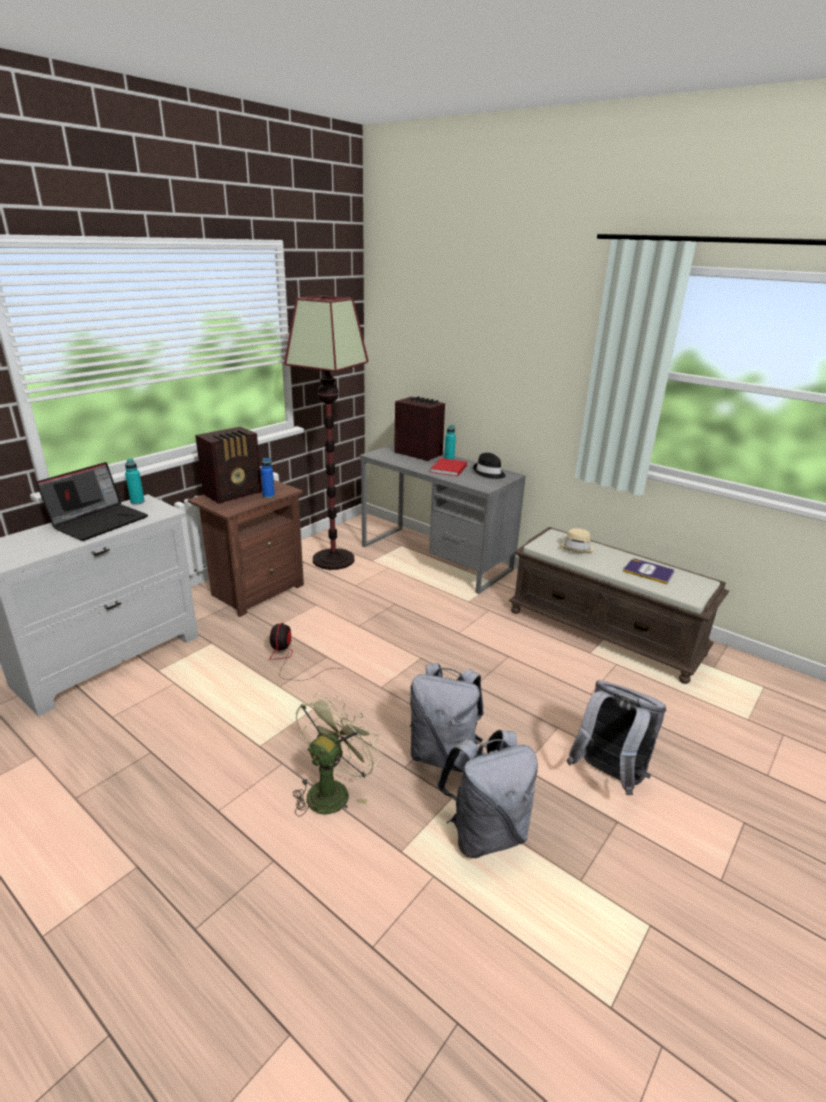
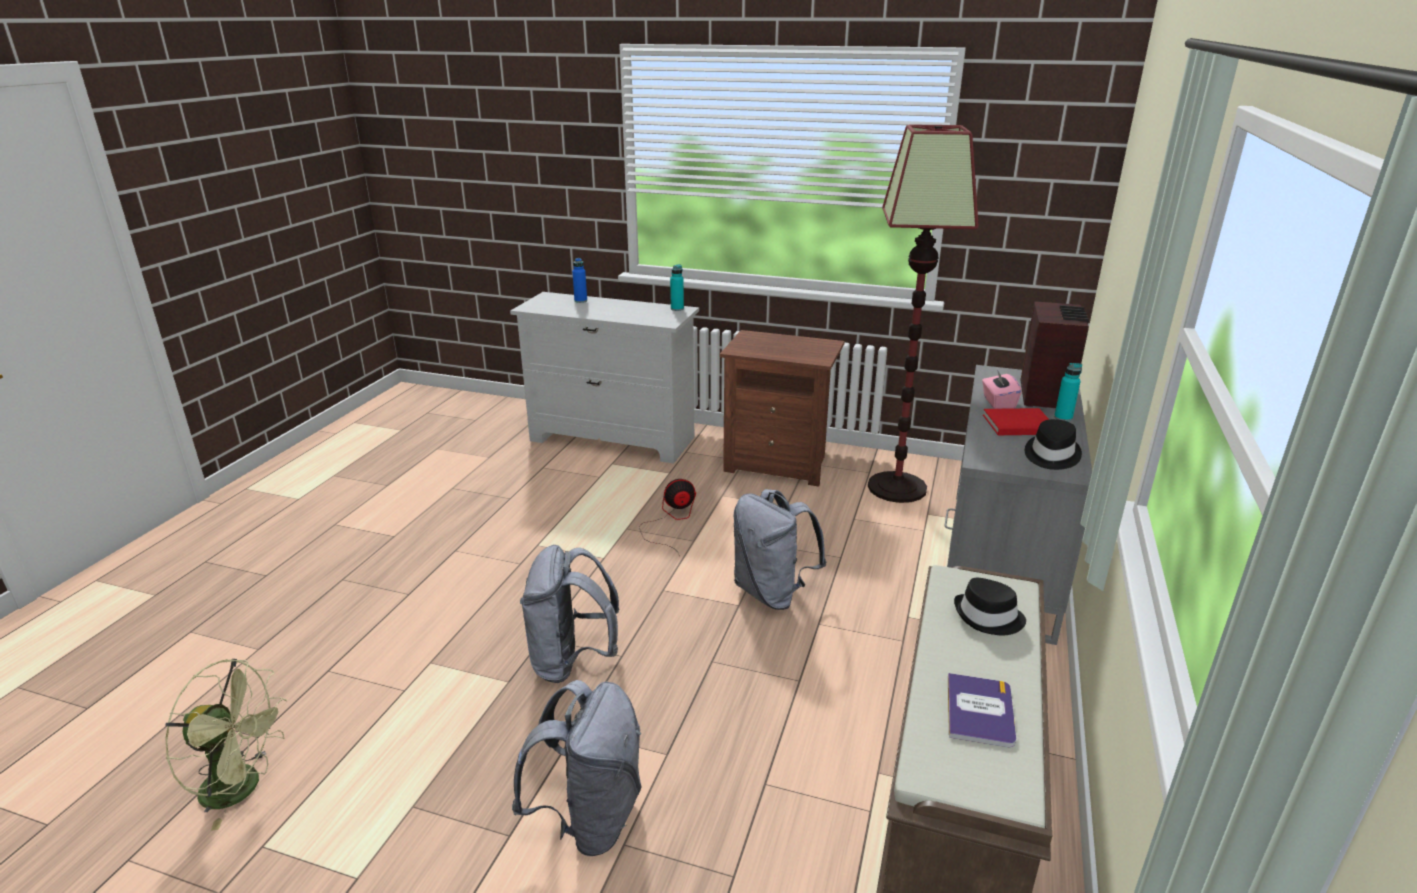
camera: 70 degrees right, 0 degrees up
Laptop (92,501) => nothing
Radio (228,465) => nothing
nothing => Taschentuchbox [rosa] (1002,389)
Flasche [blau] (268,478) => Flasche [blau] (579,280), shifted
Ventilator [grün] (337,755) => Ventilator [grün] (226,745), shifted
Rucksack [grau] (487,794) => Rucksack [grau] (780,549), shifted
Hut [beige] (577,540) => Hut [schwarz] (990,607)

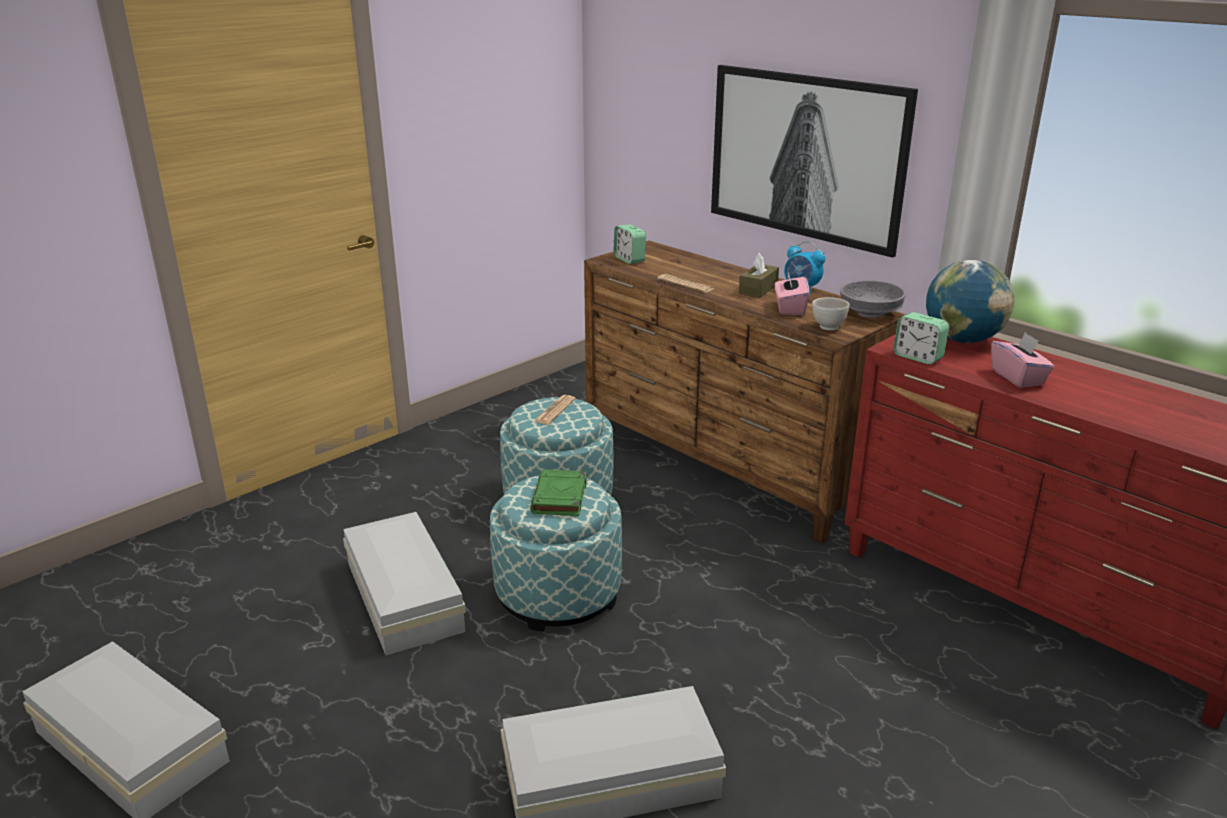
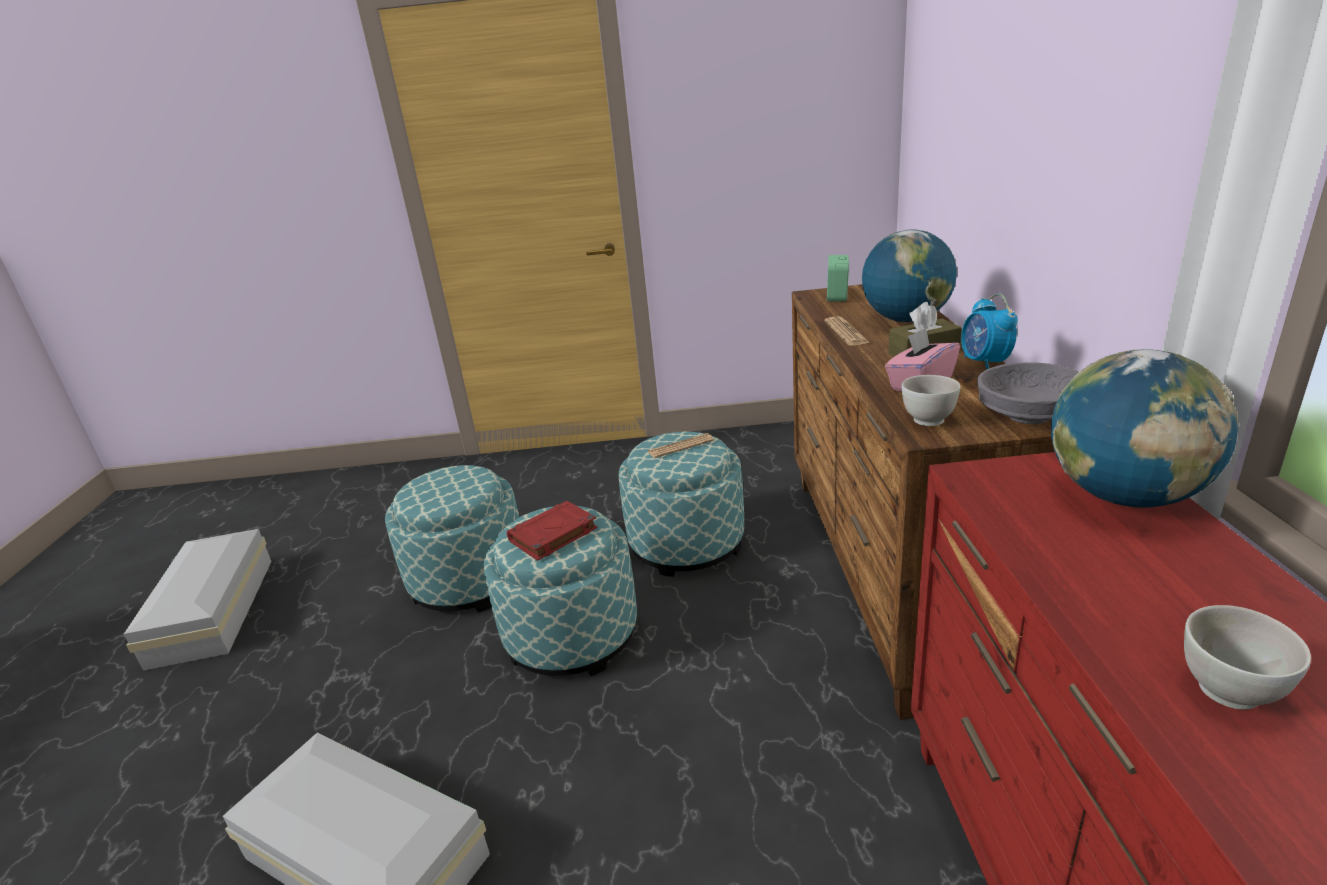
camera: 45 degrees right, 0 degrees up
Bild (814,161) => nothing
Wecker (921,338) => nothing
Taschentuchbox [rosa] (1023,360) => nothing
nothing => Globus (909,276)
nothing => Schüssel [weiß] (1247,657)
Aufbewahrungsbox [weiß] (404,583) => Polsterhocker (452,539)
Buch [grün] (558,492) => Buch [rot] (552,531)

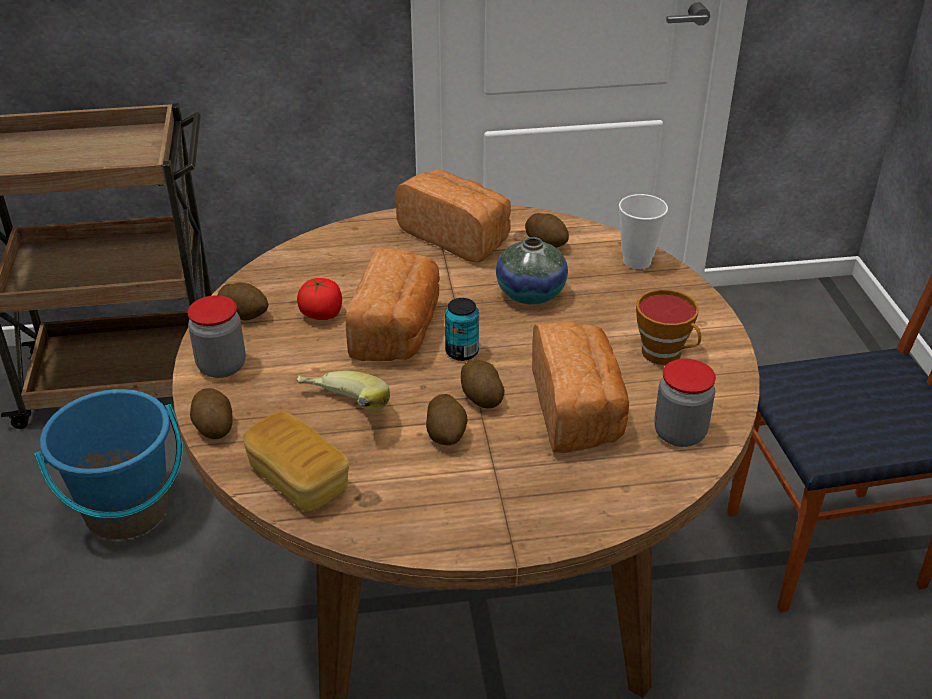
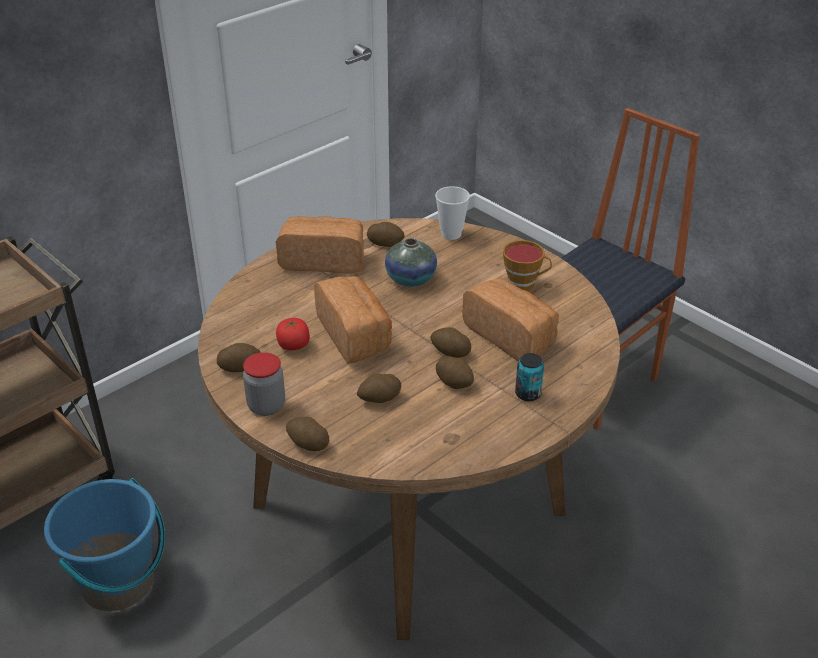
camera: 35 degrees left, 0 degrees up
Brot (296,461) => nothing
Vorratsglas (685,403) => nothing
Dose (462,329) => Dose (529,377), shifted
Banane (343,390) => Kartoffel (379,388)

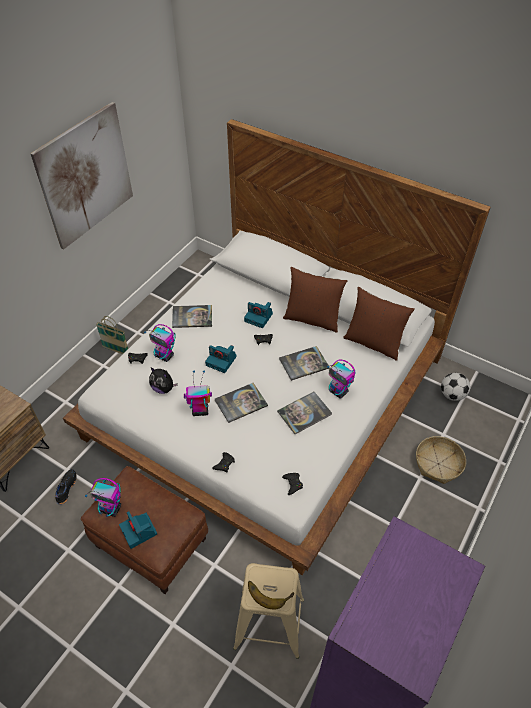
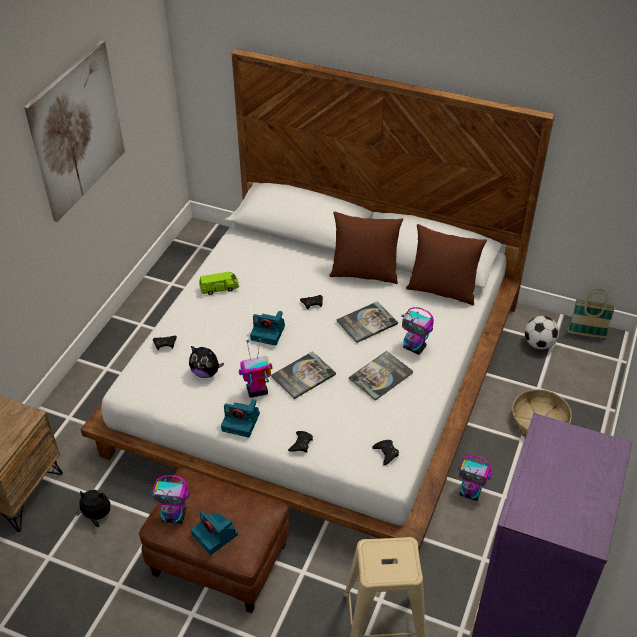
camera: 10 degrees left, 5 degrees down
Banane (271,595) => nothing
Korb (112,335) => Korb (592,313), shifted
Spielzeugroboter (159,343) => Spielzeugroboter (474,478), shifted
Kamera (258,315) => Kamera (240,418), shifted
Schuh [schwarz] (66,487) => Plüschtier (92,509)
Buch (192,316) => Spielzeugauto [grün] (219,283)

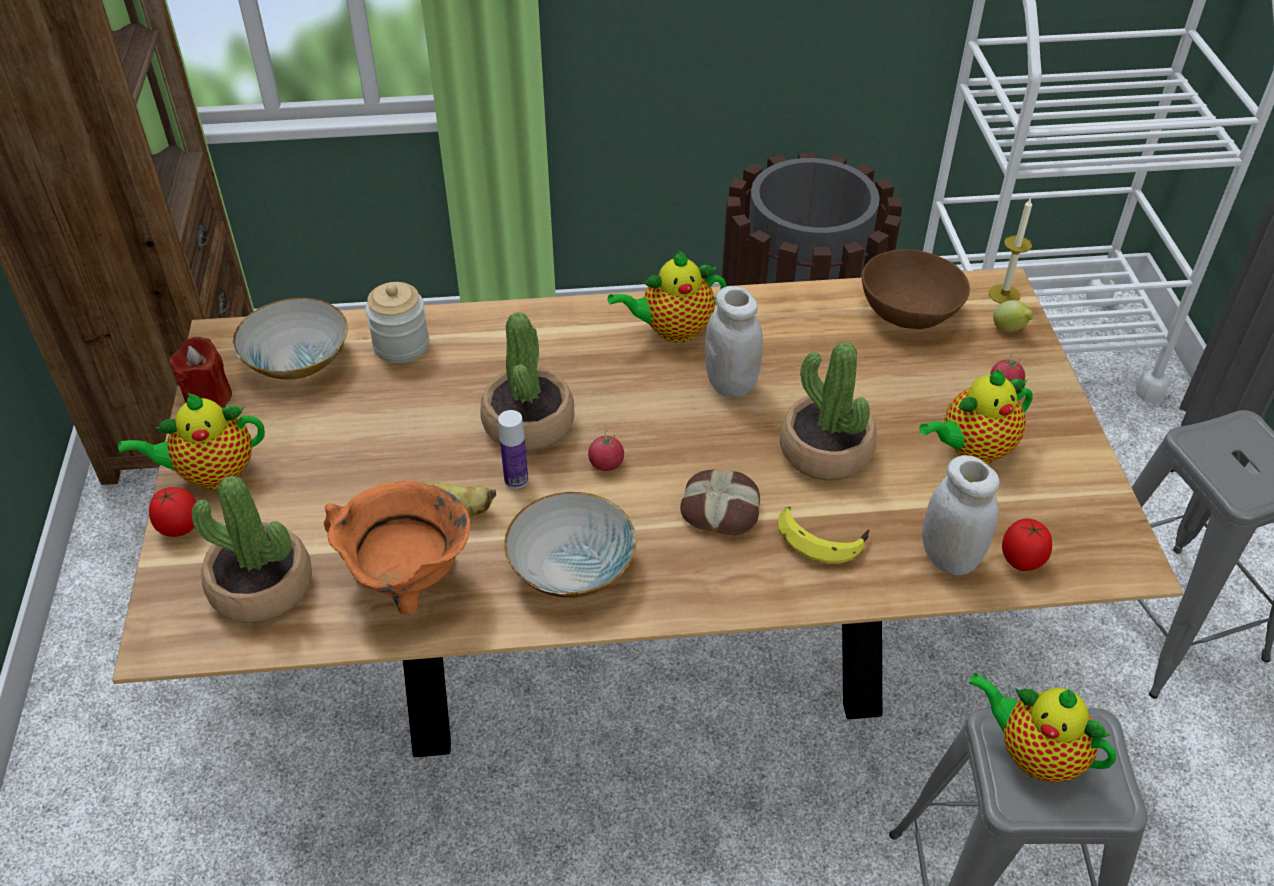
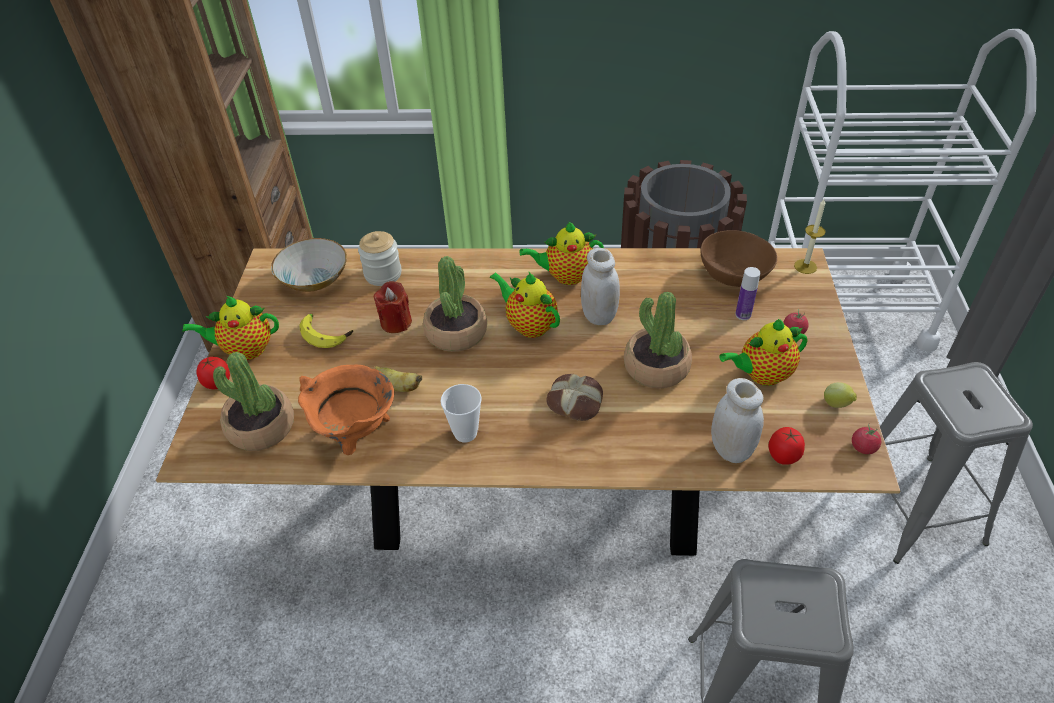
camera: 10 degrees right, 0 degrees up
Kerze [rot] (200,372) => Kerze [rot] (393,307), shifted
Flasche (513,449) => Flasche (747,293), shifted
Tomate (606,450) => Tomate (866,439), shifted
Banane (823,535) => Banane (326,331), shifted
Teekanne (1042,728) => Teekanne (525,305), shifted
Zitrone (1013,316) => Zitrone (840,395), shifted
Schüssel (570,545) => Tasse (461,413)

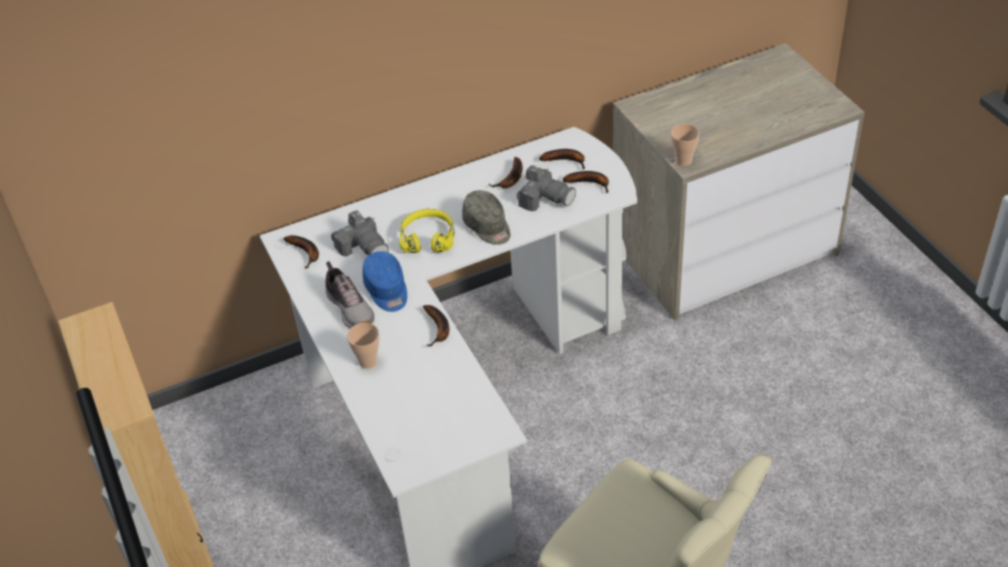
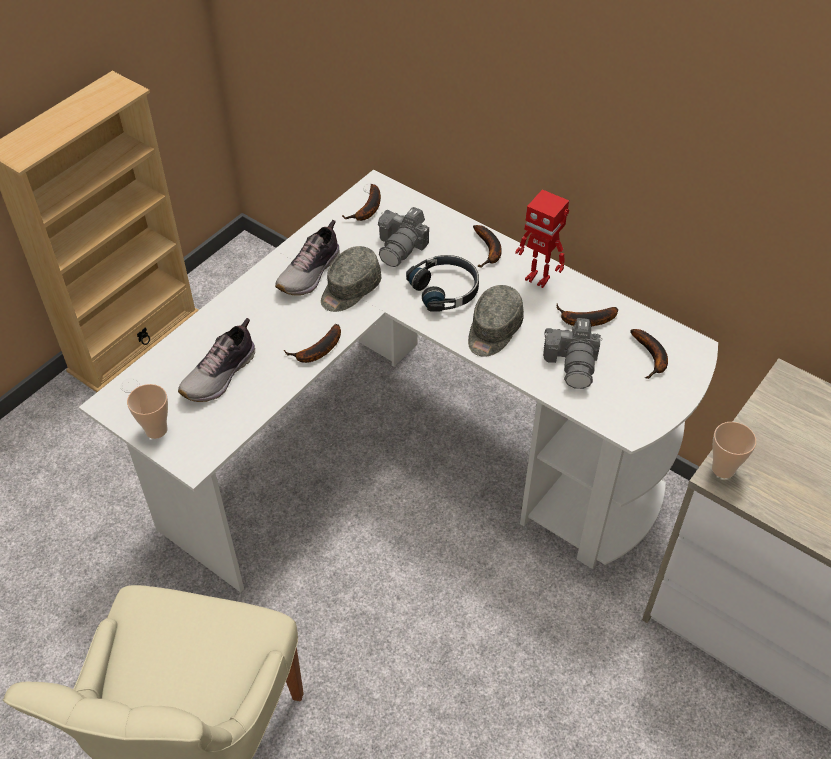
camera: 60 degrees right, 5 degrees up
nothing => Schuh (216,360)
nothing => Spielzeugroboter (542,239)
Tasse (363,346) => Tasse (147,411), shifted
Banane (585,182) => Banane (487,246), shifted
Kappe [blau] (384,281) => Kappe [grau] (351,279)
Kopfhörer [gelb] (426,231) => Kopfhörer [schwarz] (442,283)

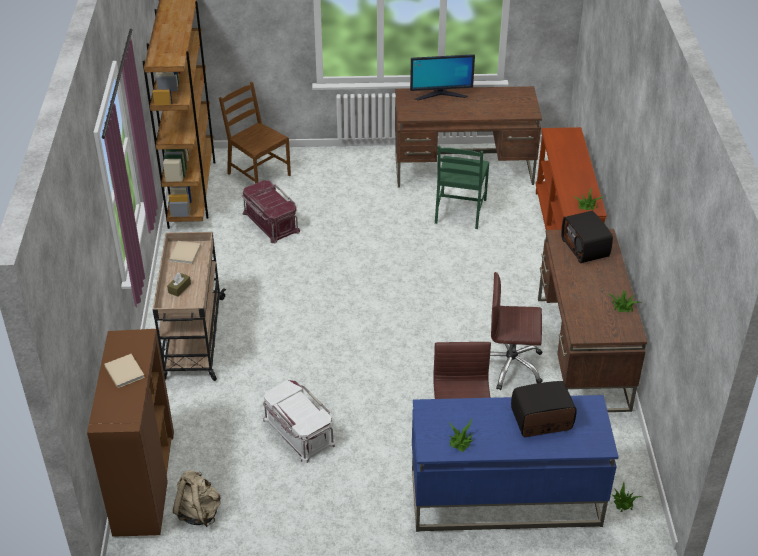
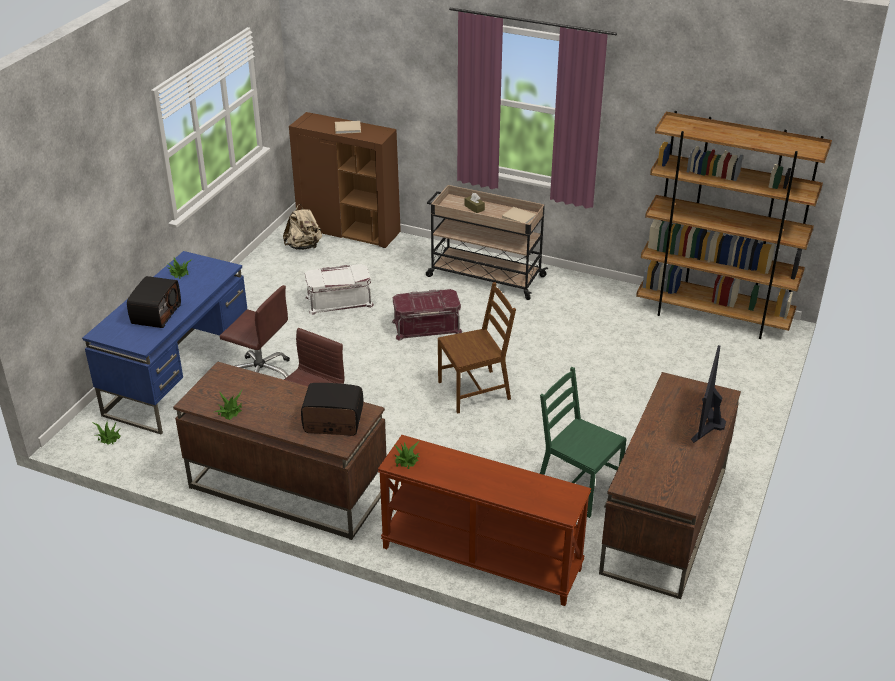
camera: 115 degrees right, 5 degrees down
Stuhl [braun] (255,132) => Stuhl [braun] (477,348), shifted
Aufbewahrungsbox [rot] (271,211) => Aufbewahrungsbox [rot] (427,315), shifted

